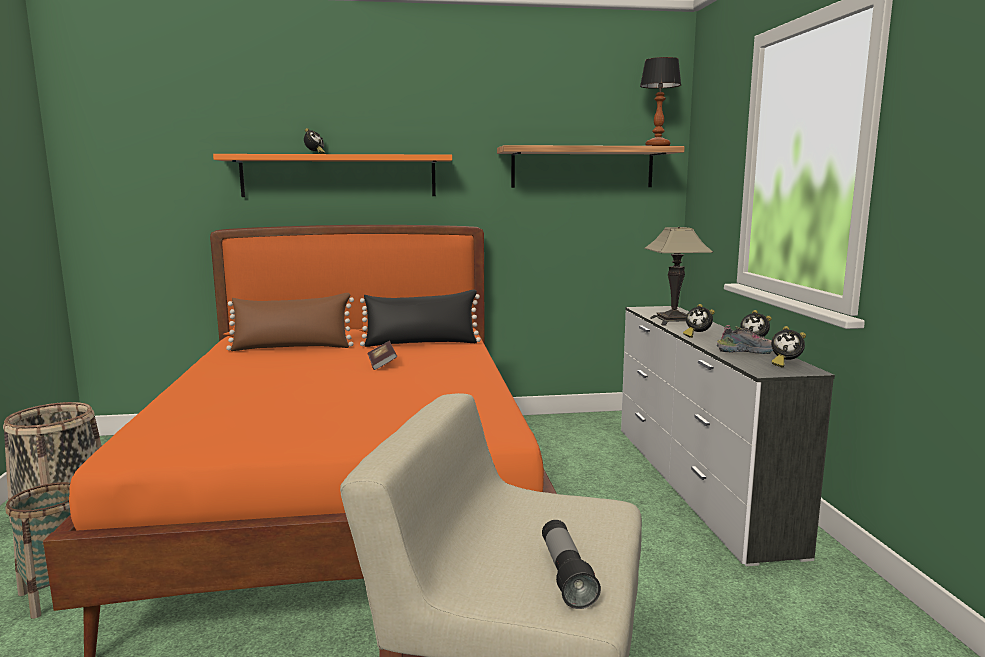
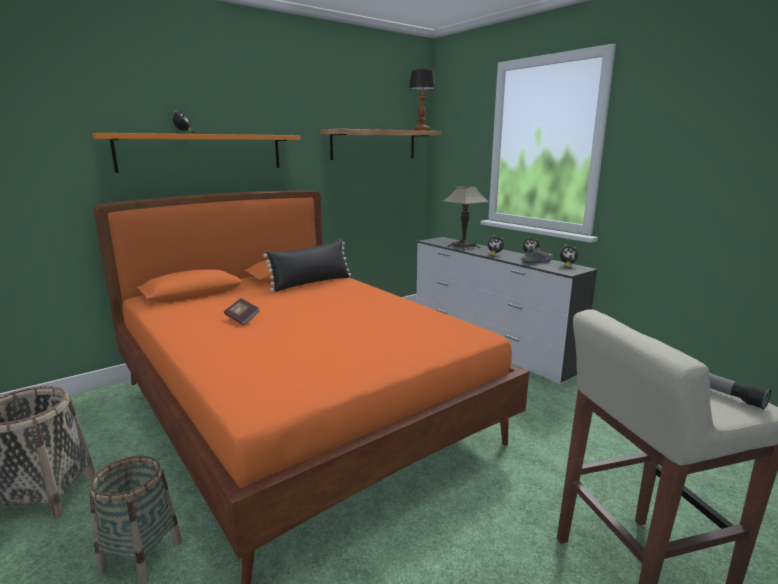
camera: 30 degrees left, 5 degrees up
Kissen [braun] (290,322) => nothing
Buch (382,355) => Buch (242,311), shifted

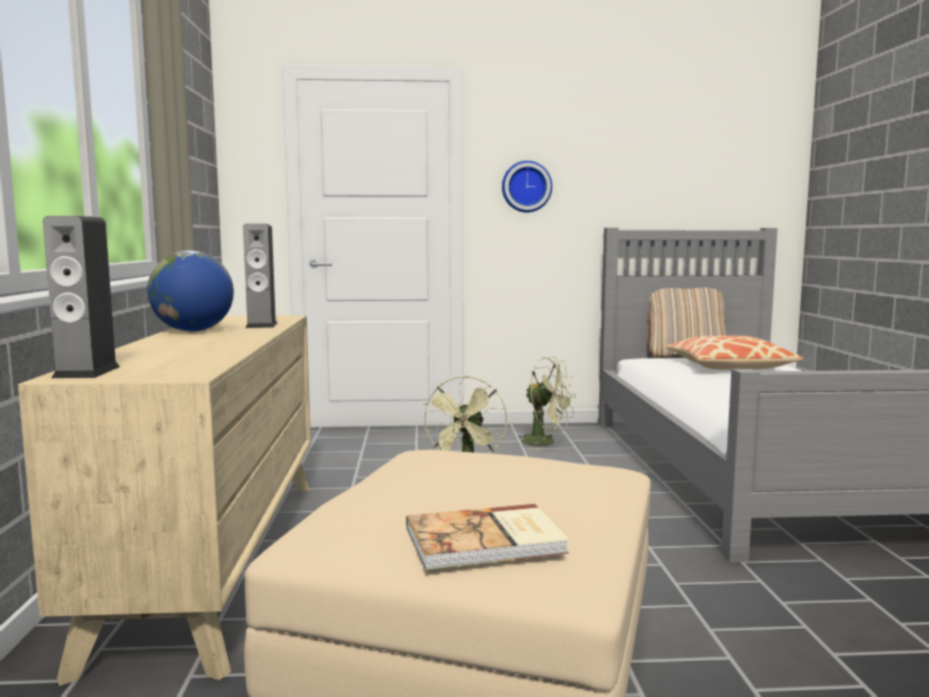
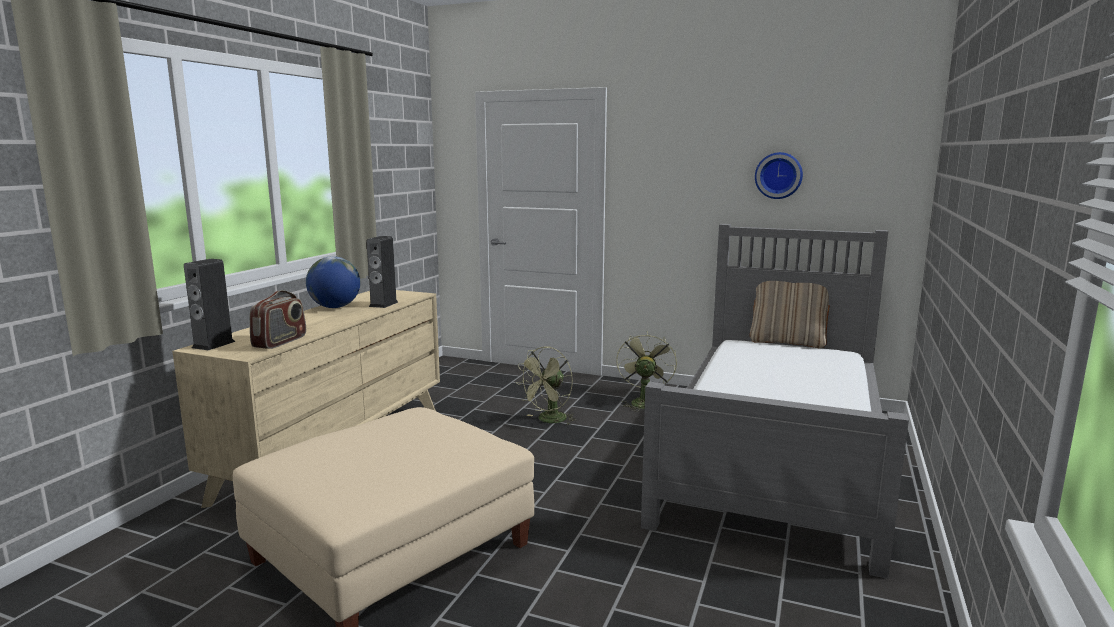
camera: 25 degrees right, 5 degrees up
Buch (487,537) => nothing
Kissen (735,353) => nothing
nothing => Radio (278,319)
Wanduhr (527,186) => Wanduhr (779,175), shifted
Ventilator [grün] (546,403) => Ventilator [grün] (646,371), 135 degrees counterclockwise

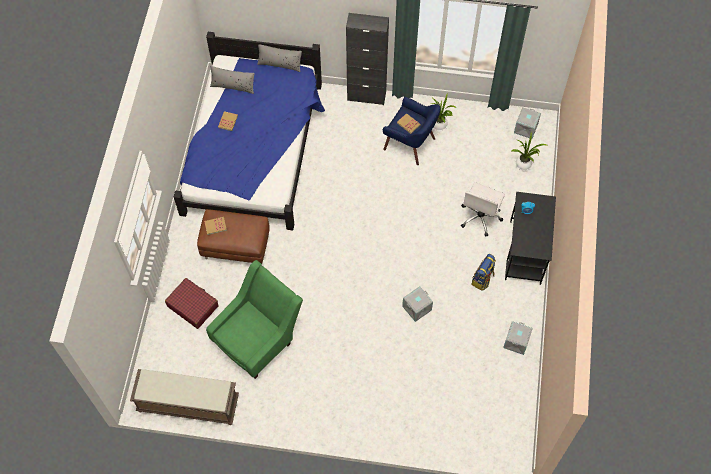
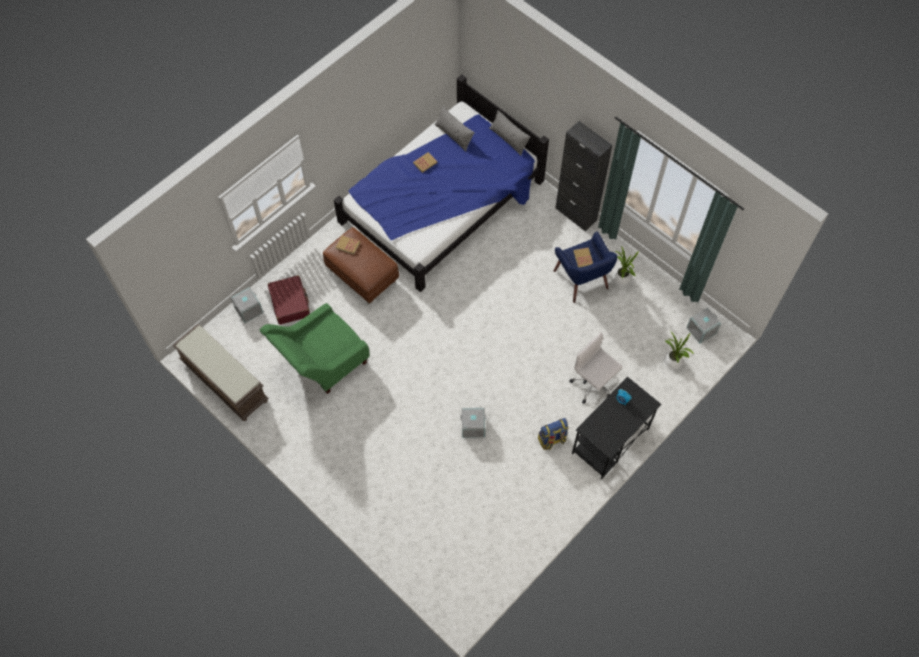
camera: 35 degrees right, 0 degrees up
Aufbewahrungsbox [grau] (518,338) => Aufbewahrungsbox [grau] (247,305), shifted
Sessel [grün] (254,319) => Sessel [grün] (315,348), 150 degrees clockwise
Bürostuhl [weiß] (483,209) => Bürostuhl [weiß] (596,368), 75 degrees clockwise

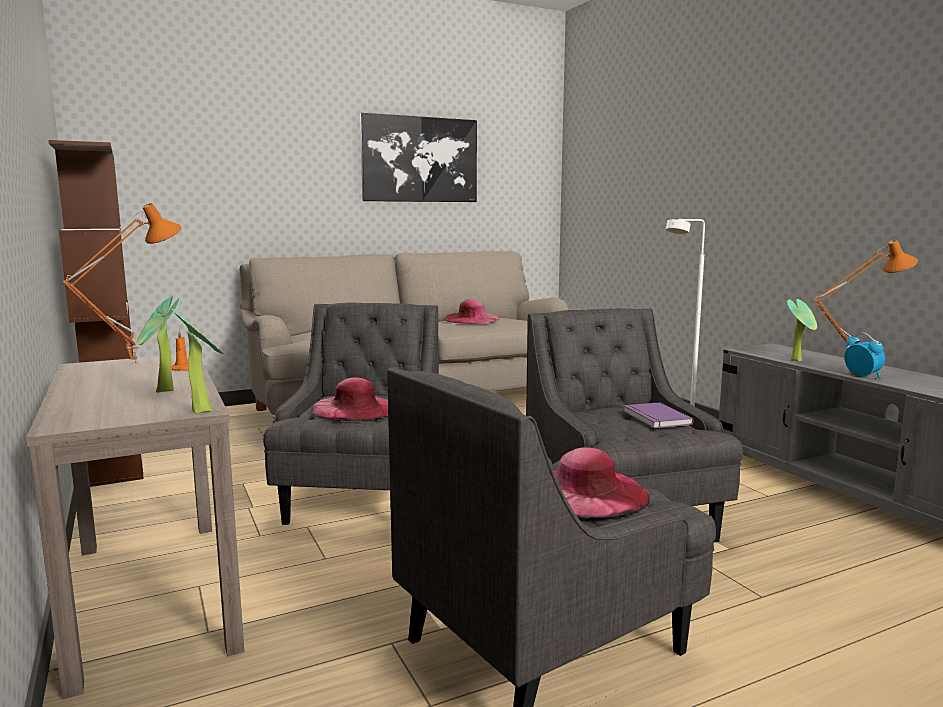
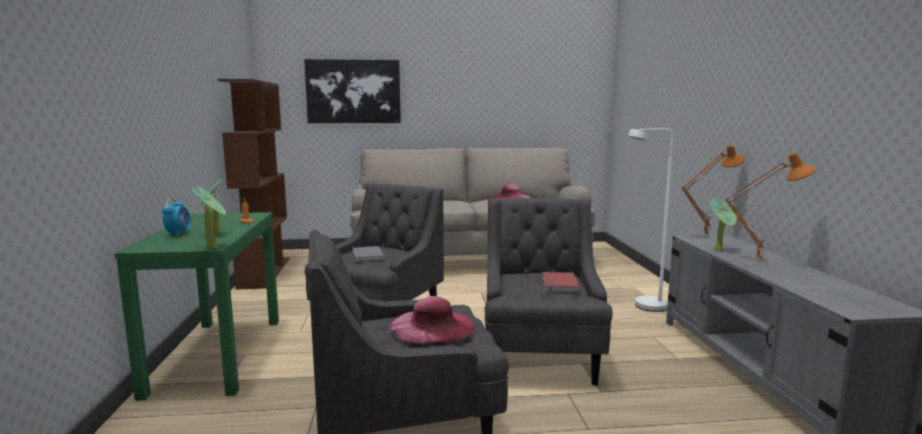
camera: 20 degrees right, 0 degrees up
Tischlampe [orange] (122,283) => Tischlampe [orange] (713,190), shifted
Bild (418,157) => Bild (352,91), shifted
Wecker (864,356) => Wecker (176,217), shifted
Hut [rosa] (349,399) => Buch [grau] (369,254)
Konsolentisch [braun] (135,526) => Konsolentisch [grün] (196,306)
Buch [lila] (658,415) => Buch [rot] (561,282)

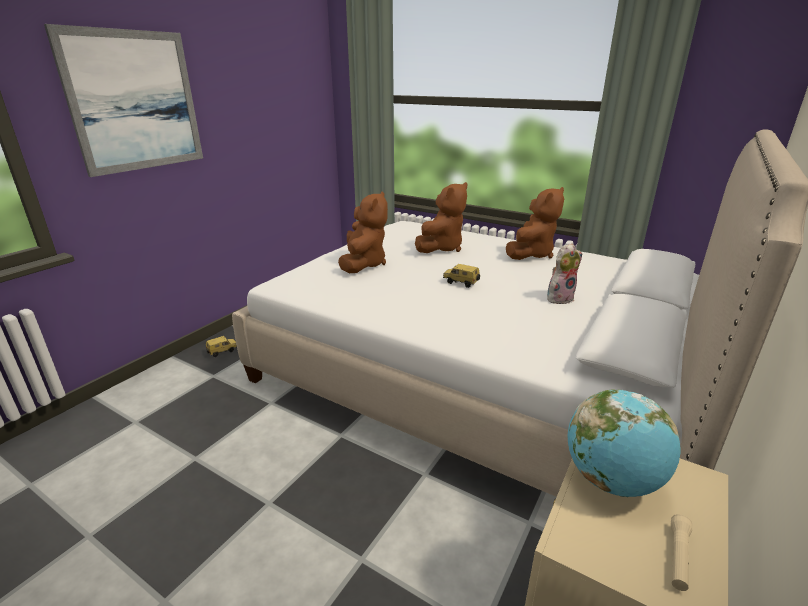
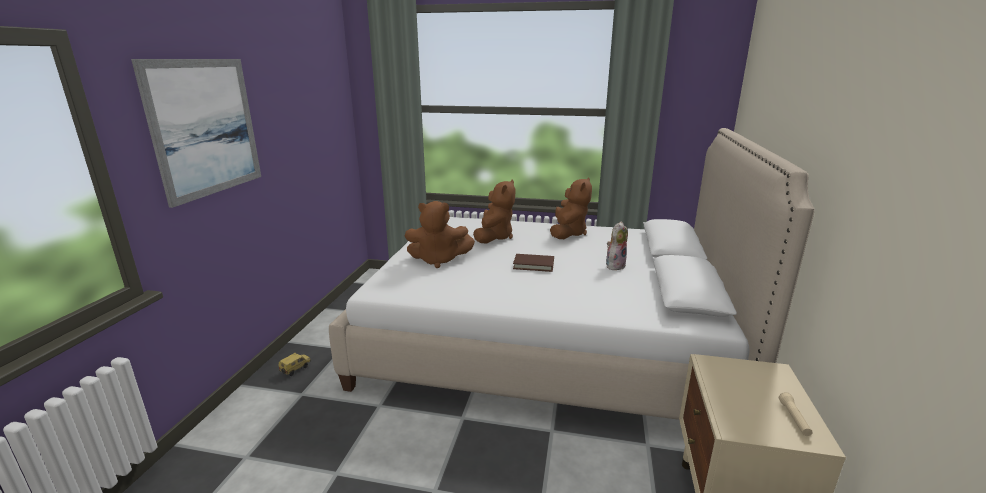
camera: 20 degrees left, 5 degrees down
Globus (624,443) => nothing
Spielzeugauto (461,276) => Buch [braun] (533,263)
Plüschtier [braun] (363,232) => Plüschtier [braun] (440,234), 105 degrees clockwise

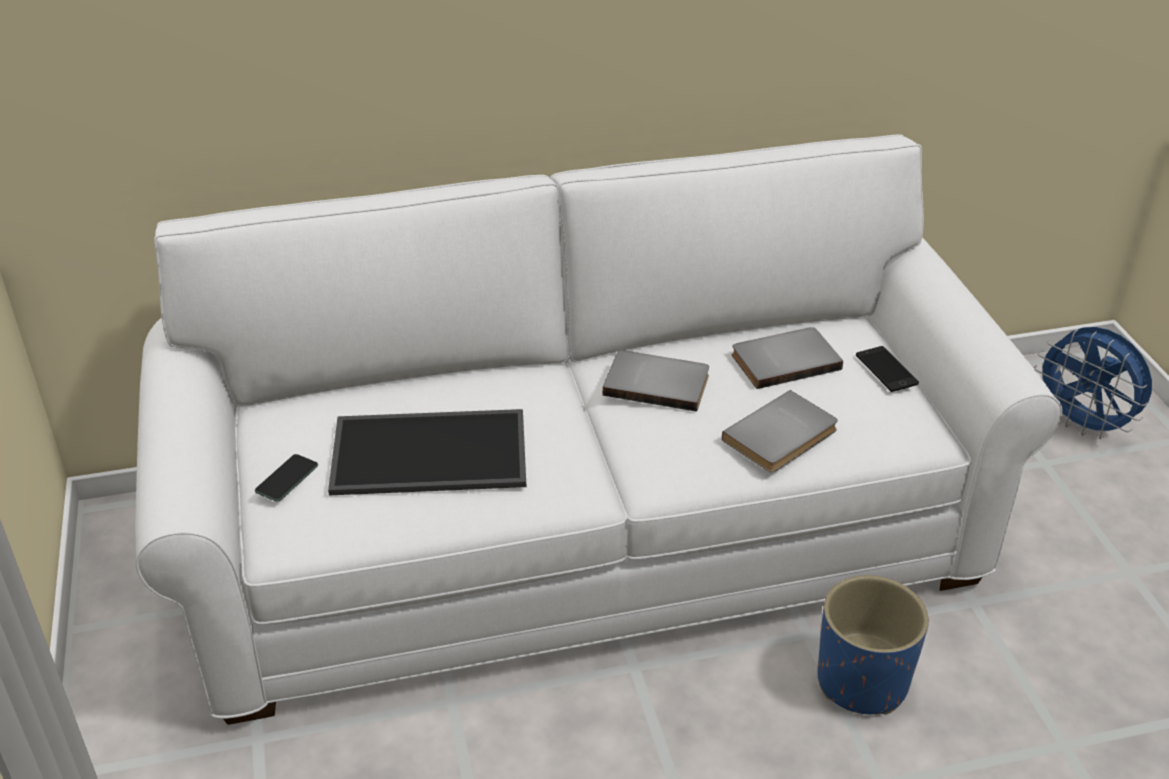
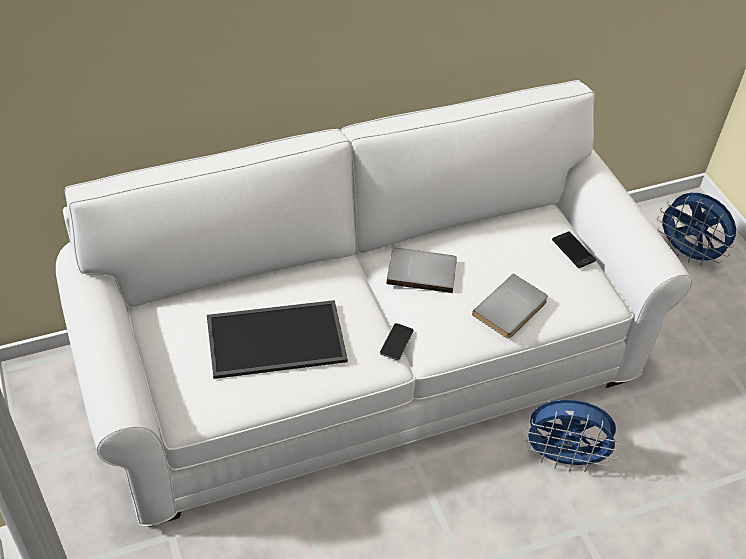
camera: 10 degrees left, 10 degrees up
Buch [grau] (787,358) => nothing
Handy (286,478) => Handy (397,341), shifted
Pflanzkübel [blau] (873,645) => Ventilator [blau] (571,436)

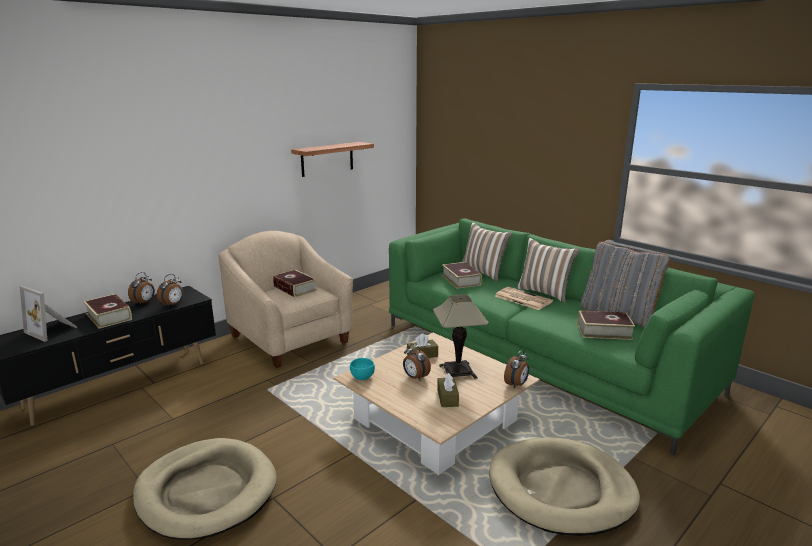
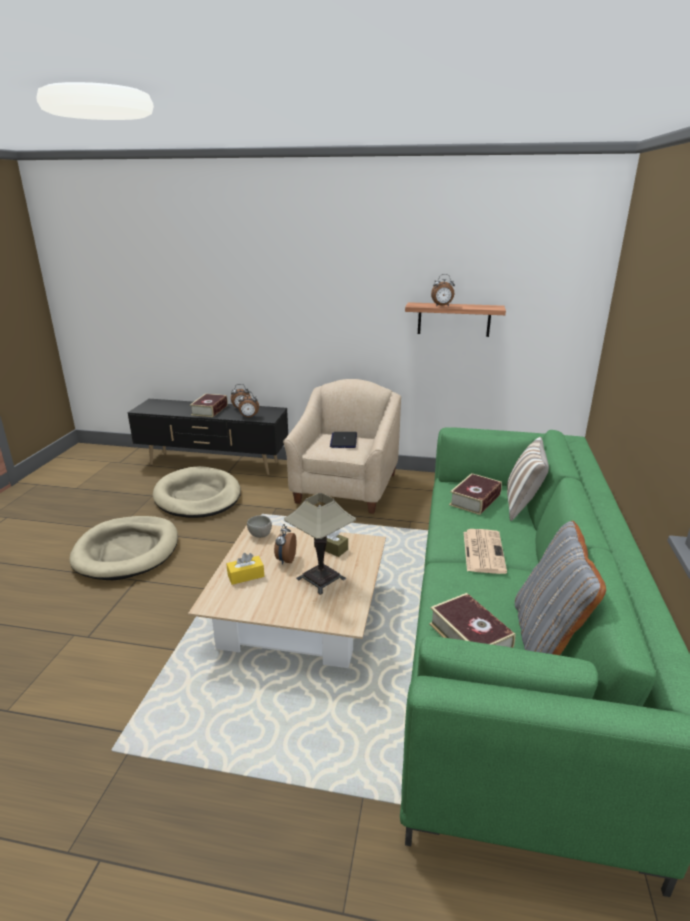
camera: 55 degrees right, 5 degrees up
Bilderrahmen (48,314) => nothing
Taschentuchbox [braun] (448,390) => nothing
Kissen (548,270) => nothing
nothing => Taschentuchbox [gelb] (245,569)
Hundebett [beige] (564,486) => Hundebett [beige] (197,492), shifted
Wecker (516,369) => Wecker (443,290), shifted
Buch (295,283) => Laptop (343,440)
Schüssel [türkis] (362,369) => Schüssel [grau] (259,526)

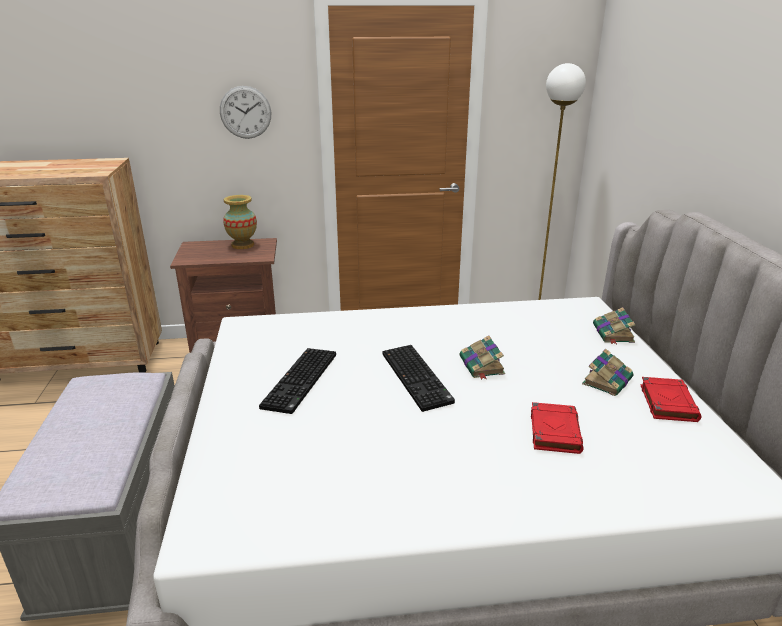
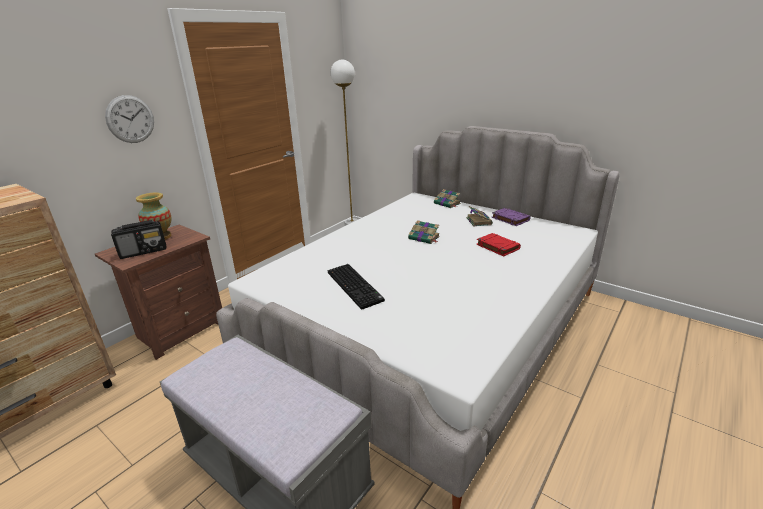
camera: 45 degrees left, 0 degrees up
Tastatur (418,378) => nothing
nothing => Radio (139,239)
Buch [rot] (670,399) => Buch [lila] (511,217)

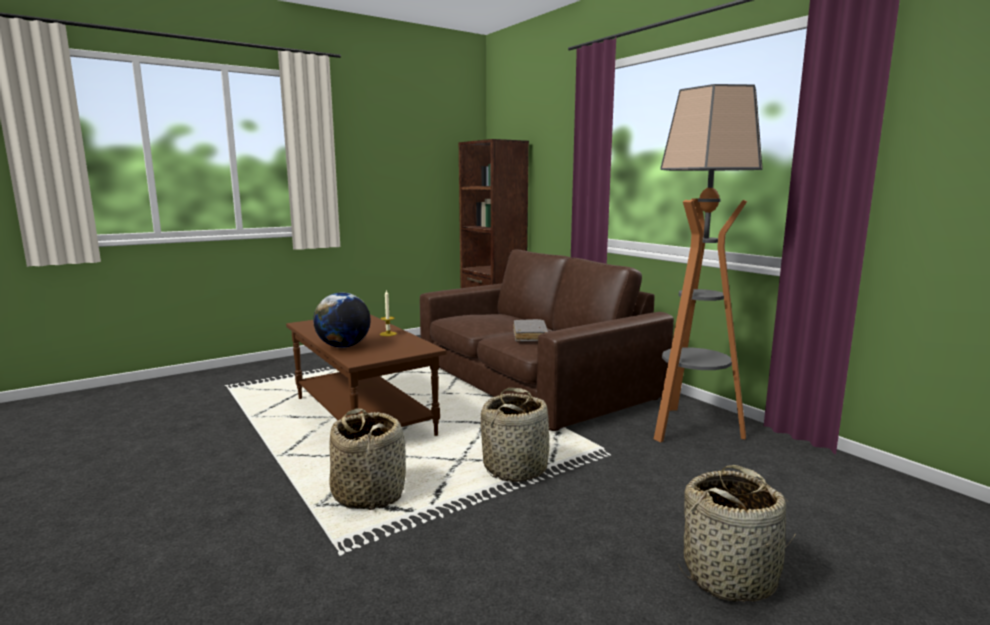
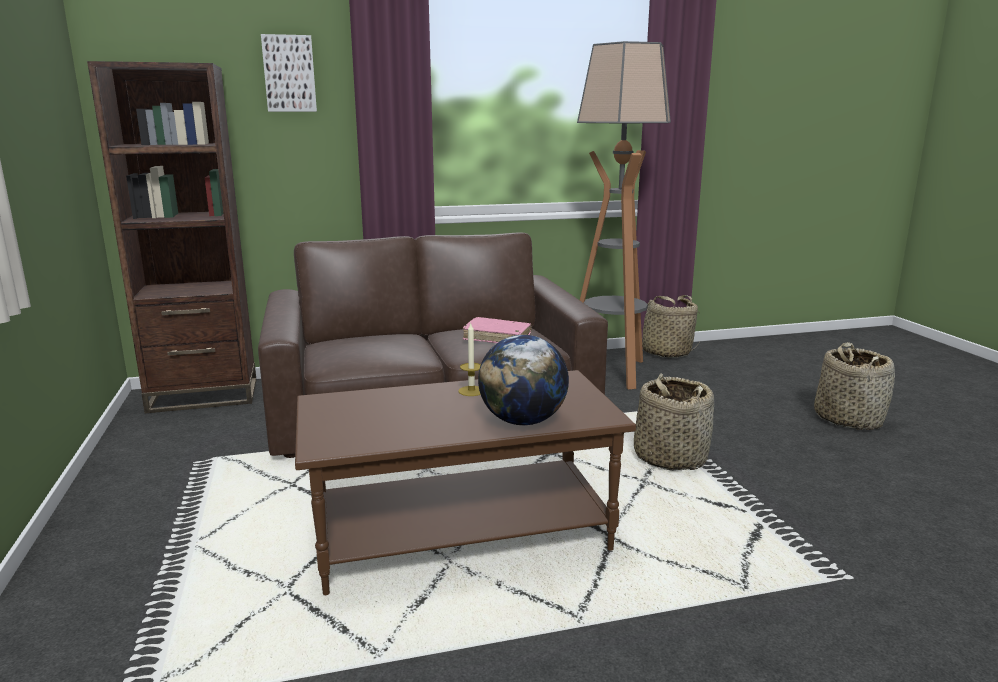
camera: 70 degrees left, 5 degrees up
nothing => Bild (289,73)
Korb (367,459) => Korb (671,326), shifted
Buch [grau] (530,330) => Buch [rosa] (497,330)

